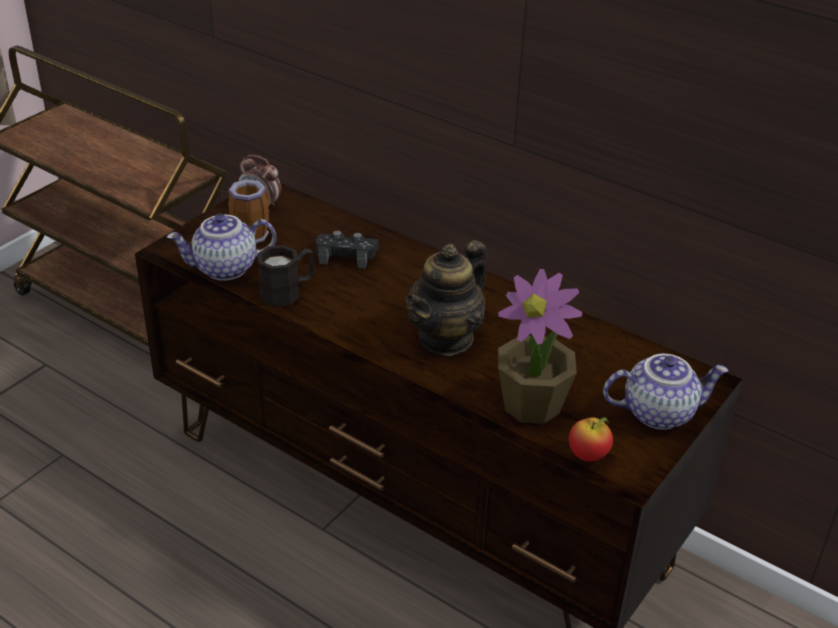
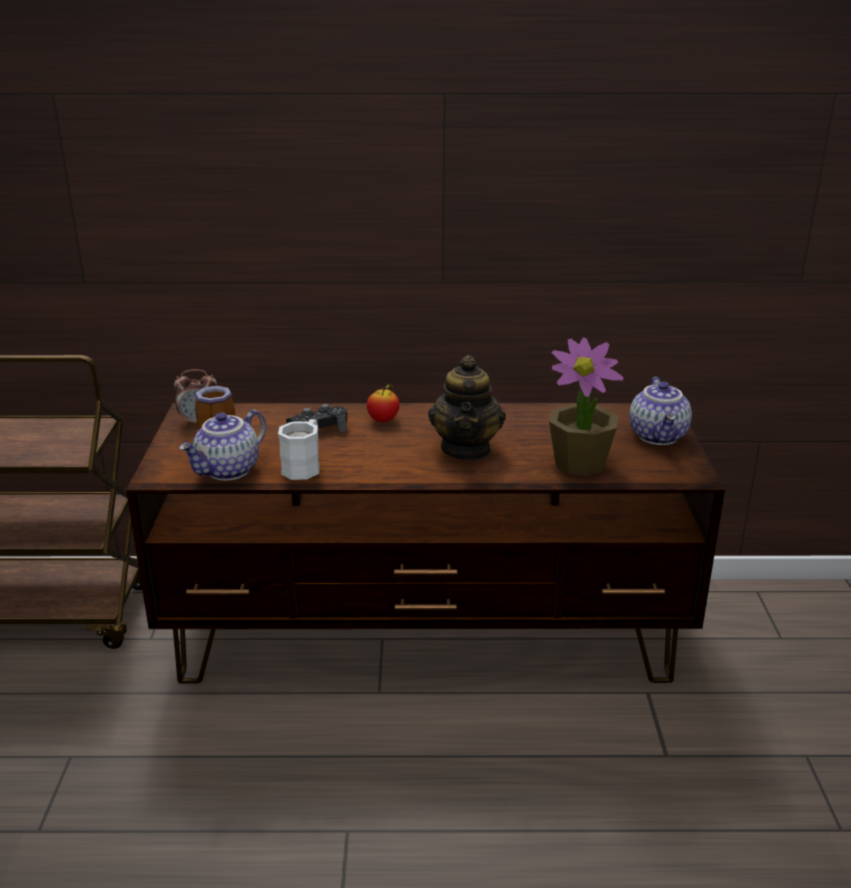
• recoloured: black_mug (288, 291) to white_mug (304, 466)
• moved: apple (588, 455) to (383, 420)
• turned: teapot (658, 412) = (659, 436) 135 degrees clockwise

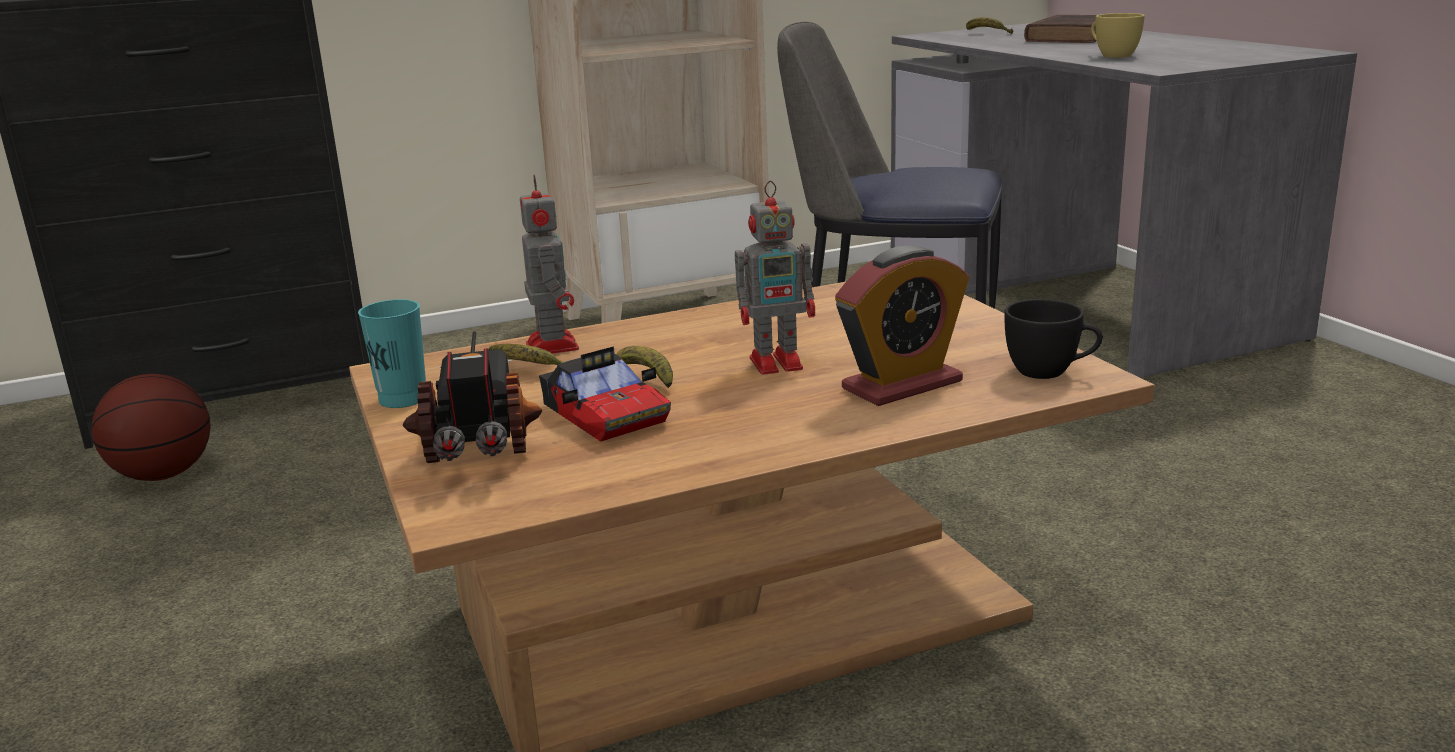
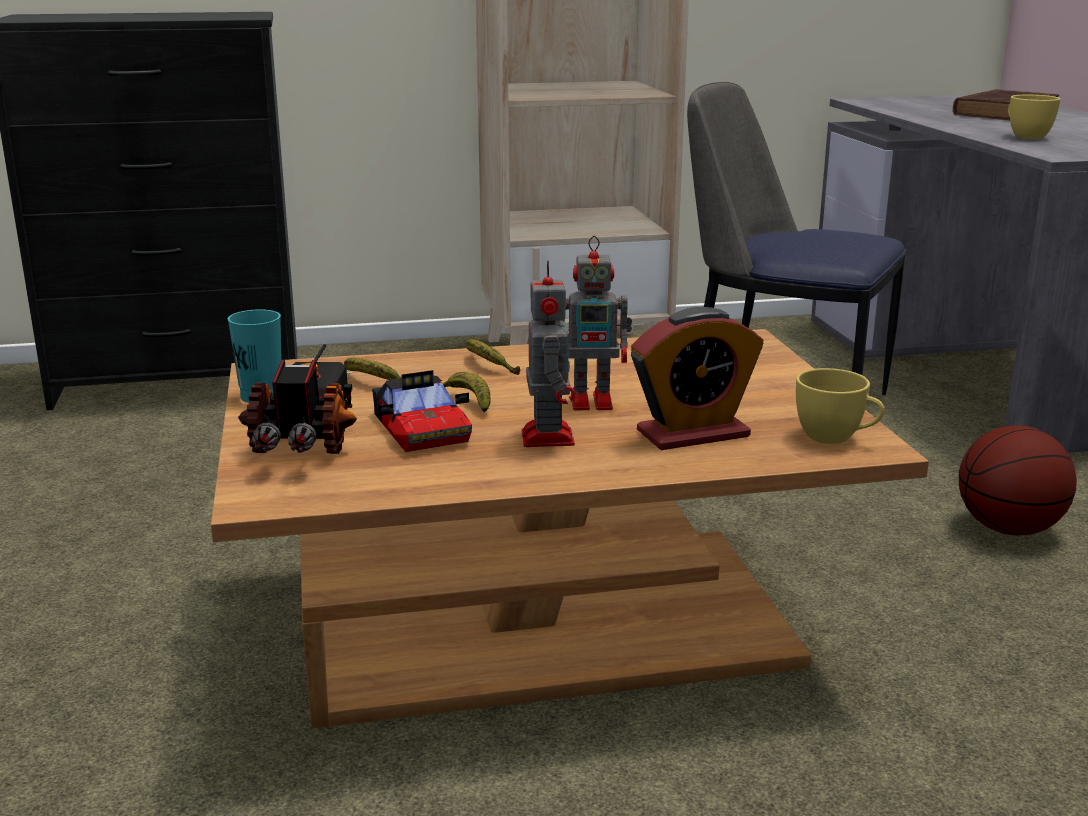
• moved: banana (986, 33) to (487, 366)
• moved: toy_robot (551, 345) to (547, 436)
• recoloured: black_cup (1050, 372) to yellow_cup (836, 438)
• moved: basketball (164, 475) to (1008, 529)

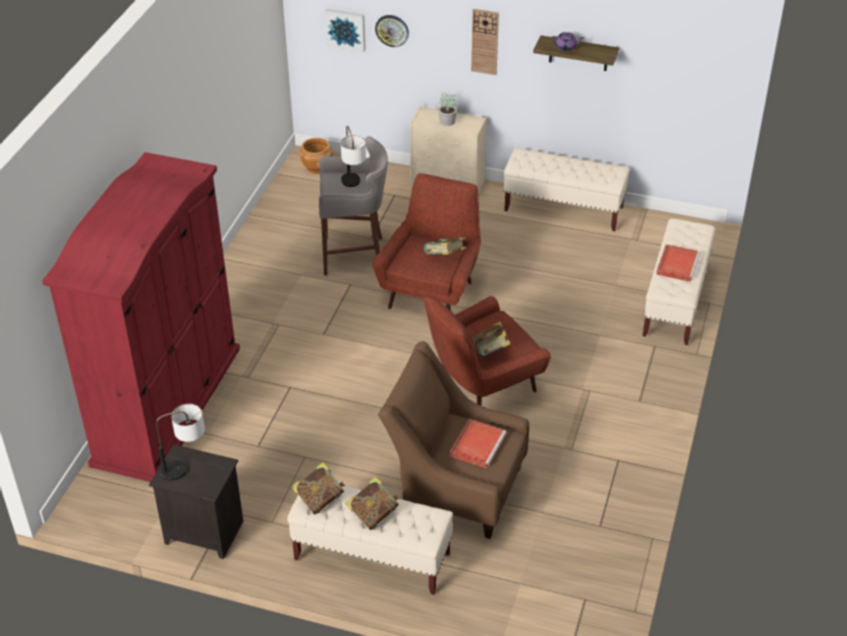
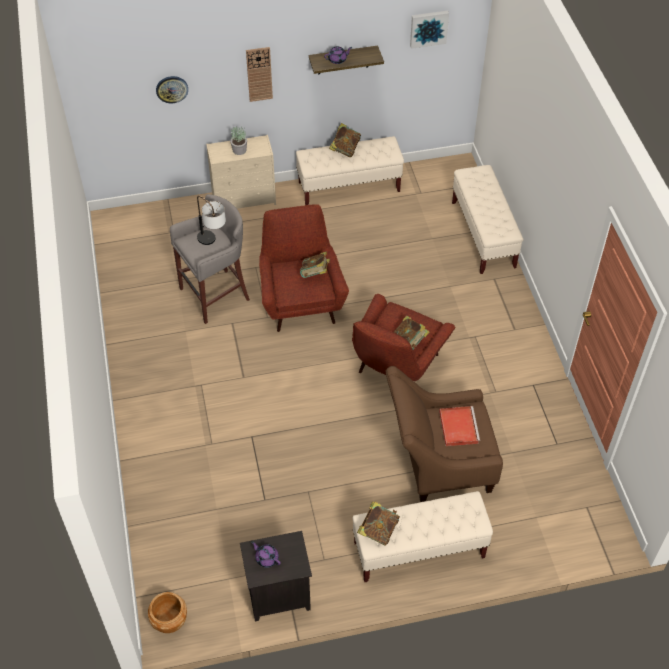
• moved: brown_planter (317, 167) to (170, 621)
• replaced: table_lamp (186, 467) to purple_teapot (266, 558)
• moved: book (373, 514) to (345, 149)
• moved: picture (346, 29) to (428, 28)
• removed: red_wardrobe (167, 405)
• removed: red_tray (677, 264)

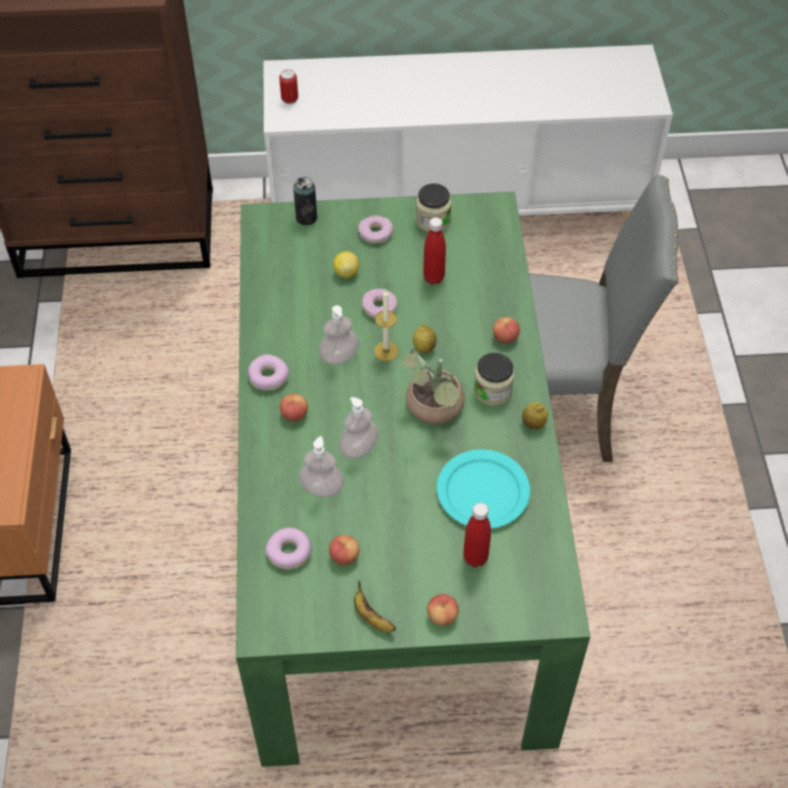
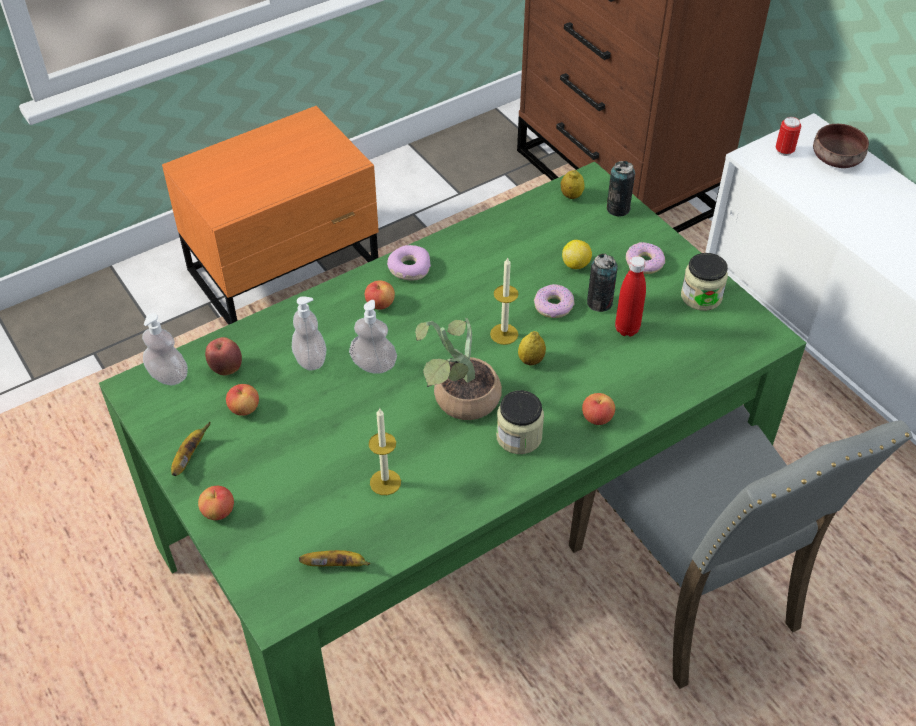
• moved: soap_dispenser (339, 356) to (168, 376)
• replaced: donut (289, 552) to apple (226, 368)
• added: banana (336, 565)
• replaced: turquoise_plate (483, 492) to candle (385, 482)
• moved: lemon (533, 424) to (571, 195)
• added: can (599, 303)
• added: brown_bowl (838, 159)
• removed: red_bottle (475, 558)

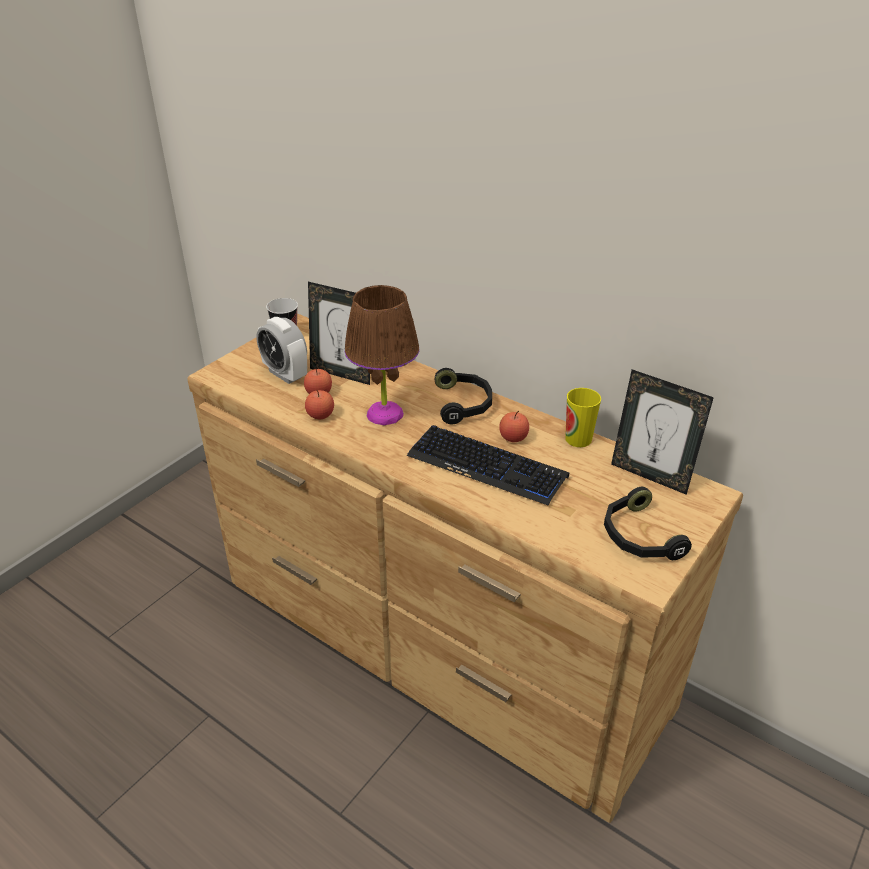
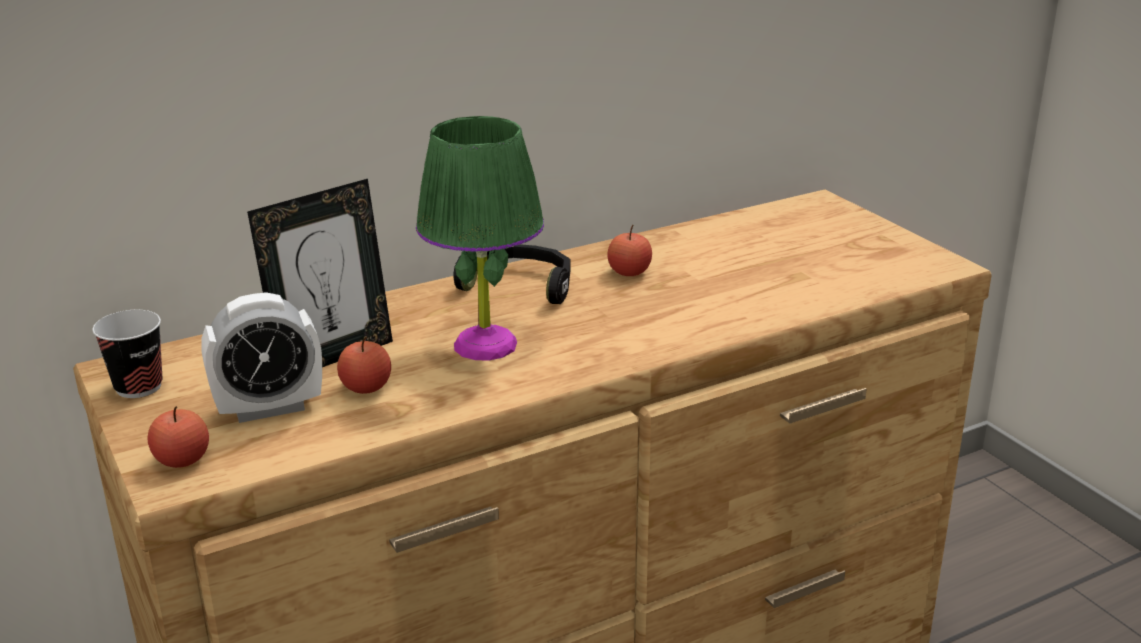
• moved: apple (320, 415) to (182, 460)
• recoloured: brown_table_lamp (384, 414) to green_table_lamp (485, 345)
• removed: keyboard (487, 466)
• removed: cup (578, 439)
• removed: black_headphones (638, 536)
• removed: picture_frame (650, 475)

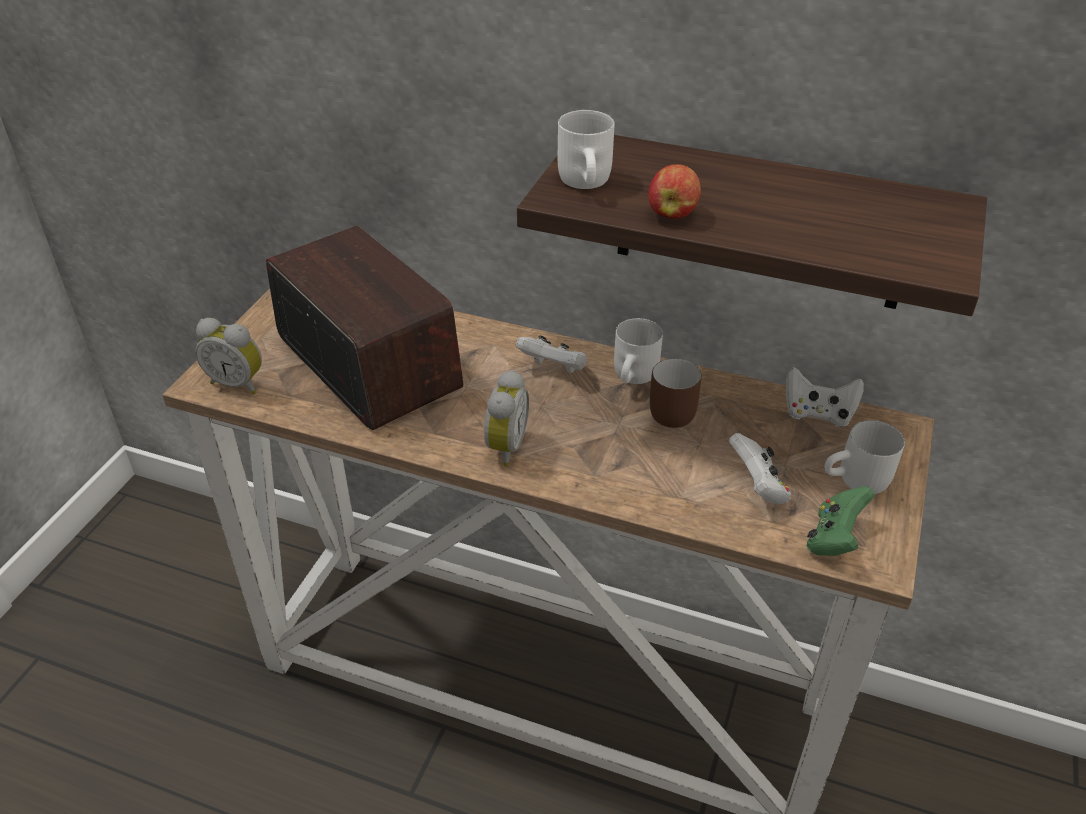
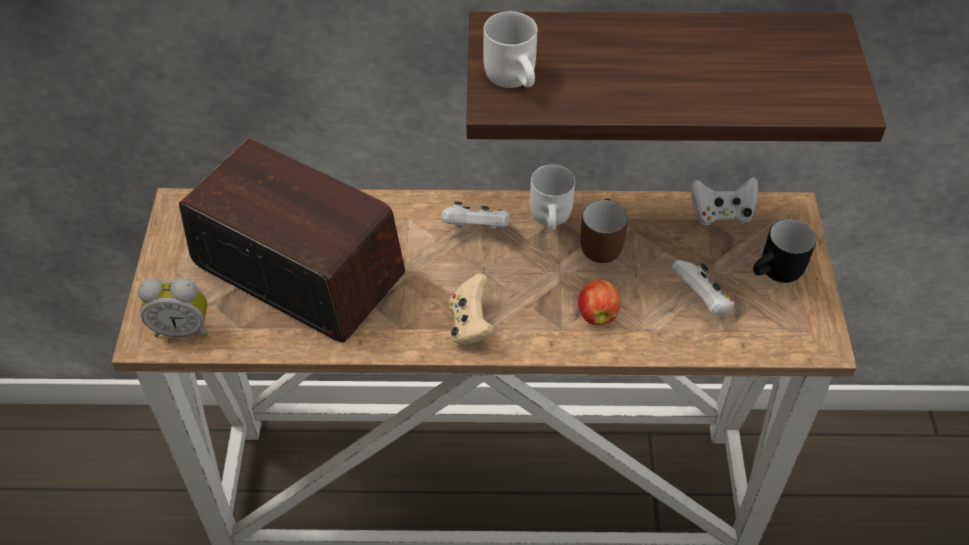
• replaced: alarm_clock (503, 447) to beige_game_controller (470, 324)
• moved: apple (672, 213) to (597, 314)
• recoloured: white_mug (858, 483) to black_mug (778, 273)
• removed: green_game_controller (834, 539)

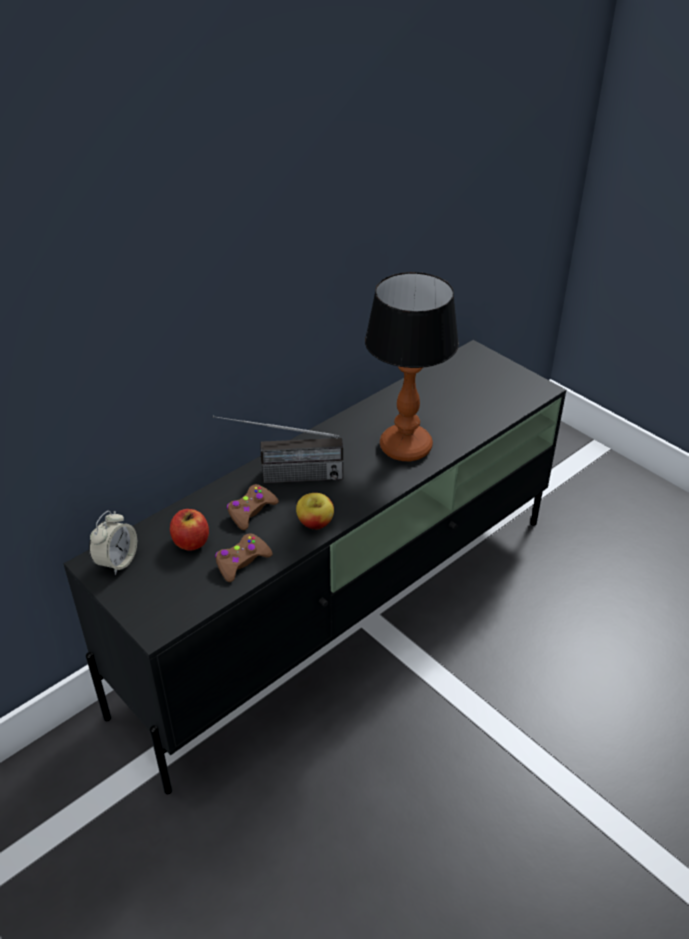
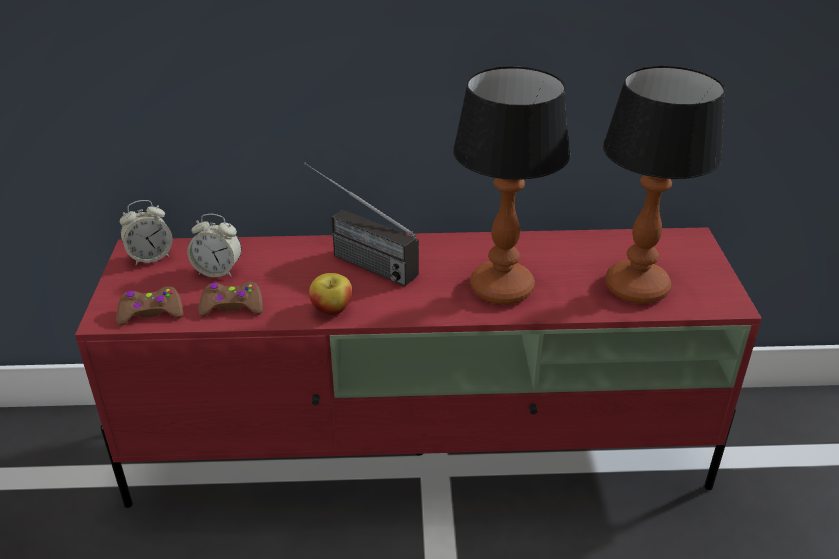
• recoloured: black_tv_stand (345, 610) to red_tv_stand (423, 453)
• moved: brown_game_controller (251, 511) to (151, 312)
• replaced: apple (191, 542) to alarm_clock (218, 271)
• added: table_lamp (635, 288)

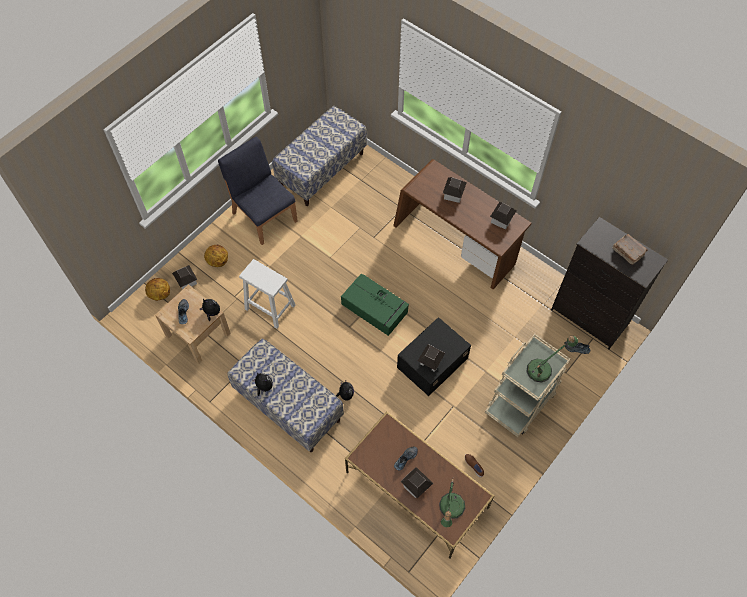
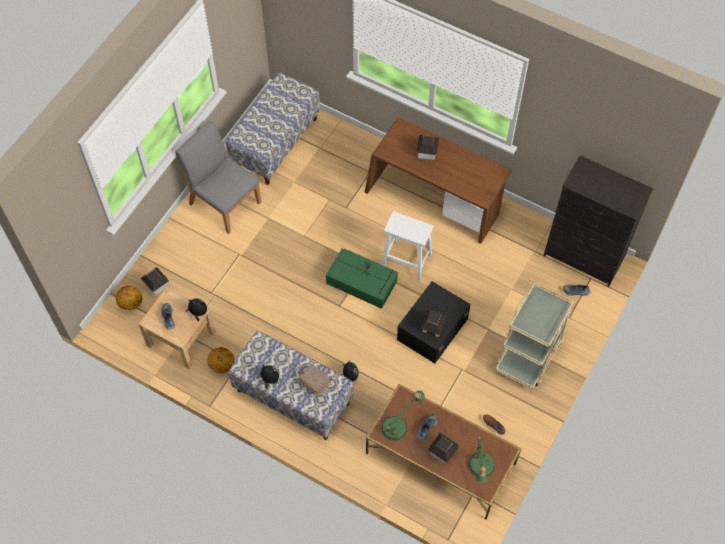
• recoloured: blue_chair (264, 216) to grey_chair (224, 202)
• moved: basketball (217, 261) to (222, 365)
• moved: brown_book (627, 252) to (314, 381)
• moved: white_stool (269, 307) to (405, 260)
• moved: table_lamp (543, 369) to (398, 425)
• removed: toy_house (501, 220)

